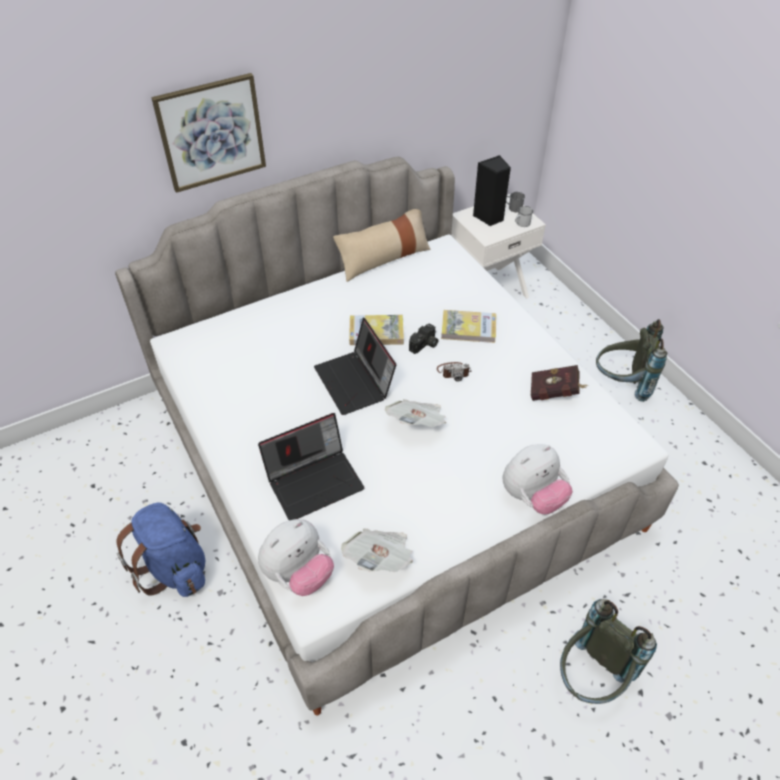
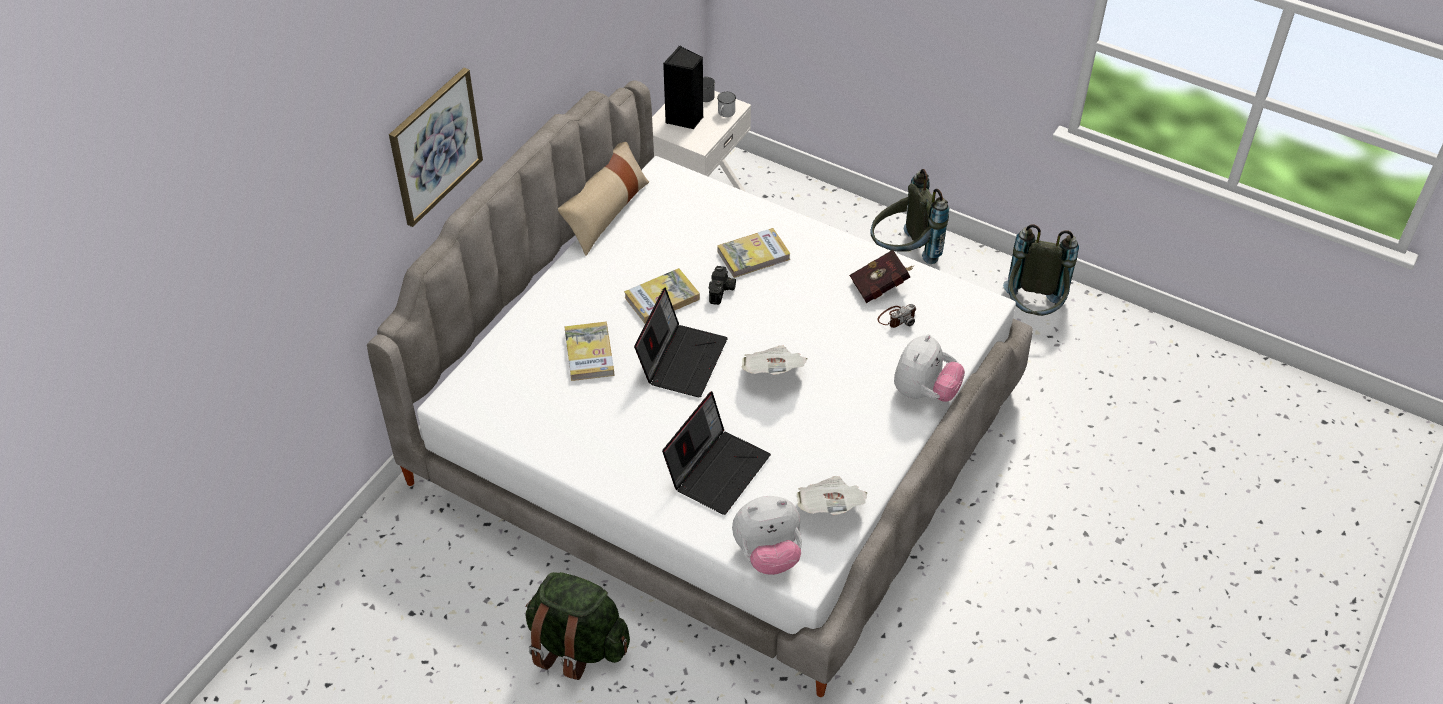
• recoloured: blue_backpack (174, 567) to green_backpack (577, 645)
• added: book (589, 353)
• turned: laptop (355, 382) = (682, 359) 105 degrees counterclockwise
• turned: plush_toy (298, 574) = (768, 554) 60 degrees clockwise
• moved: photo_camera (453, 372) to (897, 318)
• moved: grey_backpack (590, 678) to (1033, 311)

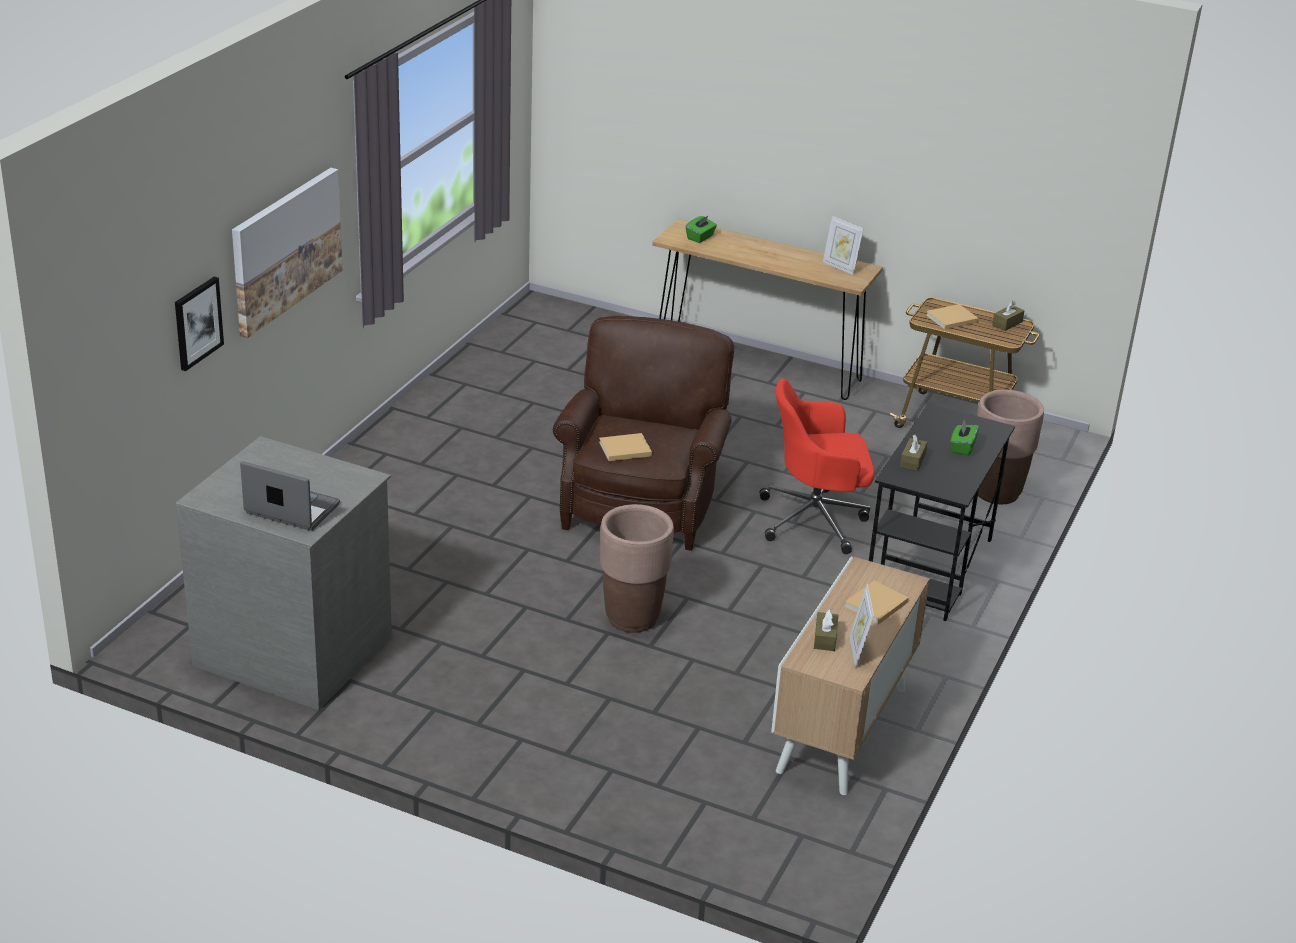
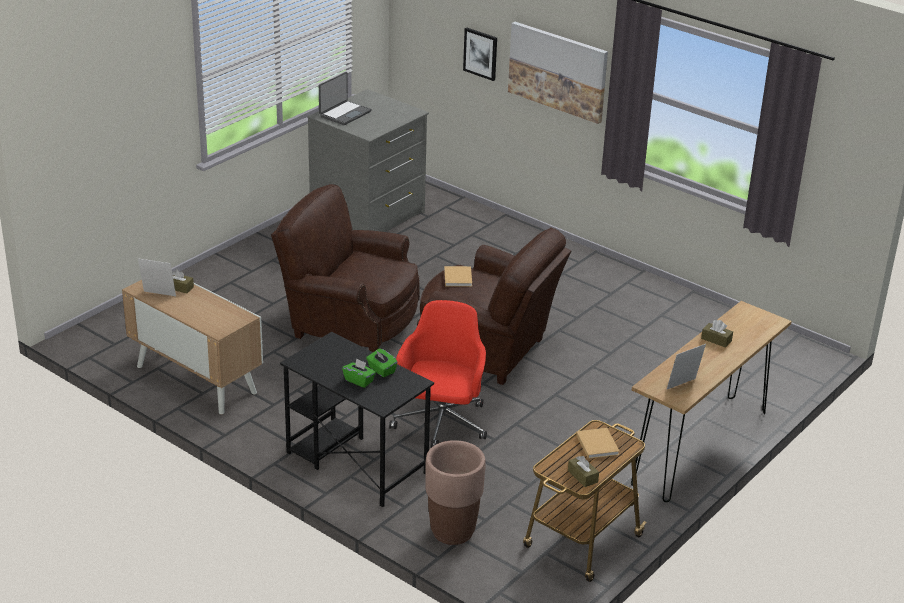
• replaced: brown_planter (632, 618) to brown_armchair (349, 324)
• moved: green_tissue_box (700, 237) to (381, 370)
• moved: brown_tissue_box (912, 460) to (716, 340)
• removed: beige_book (874, 605)

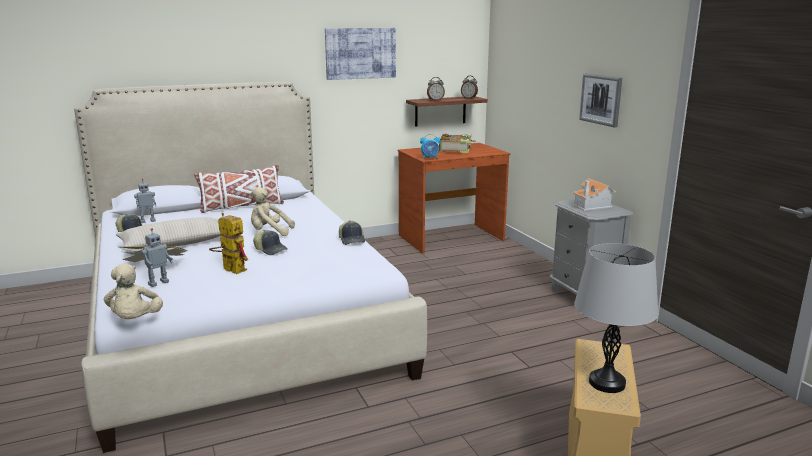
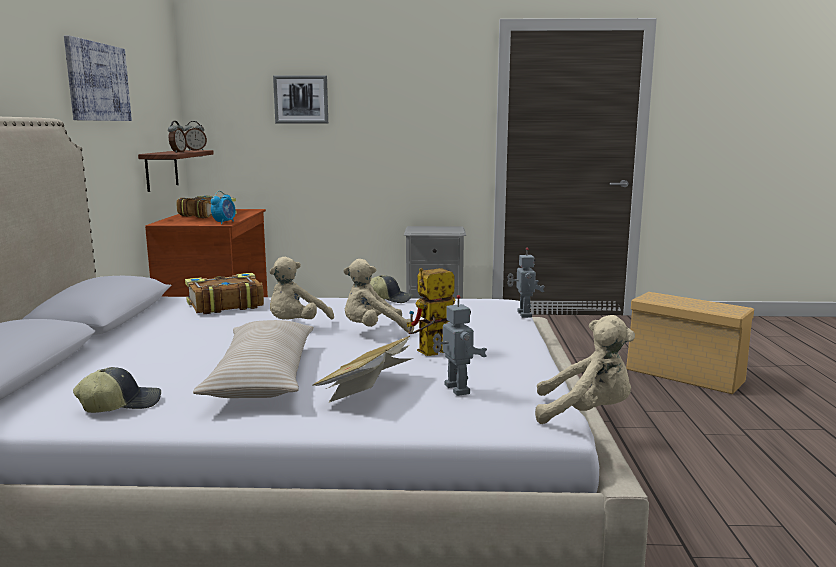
• added: book (224, 305)
• moved: picture (601, 99) to (301, 99)
• replaced: cap (271, 250) to beige_plush_toy (374, 331)
• moved: toy_robot (147, 221) to (523, 314)
• removed: white_pillow (241, 207)
• removed: toy_house (592, 205)
• removed: grey_table_lamp (607, 383)

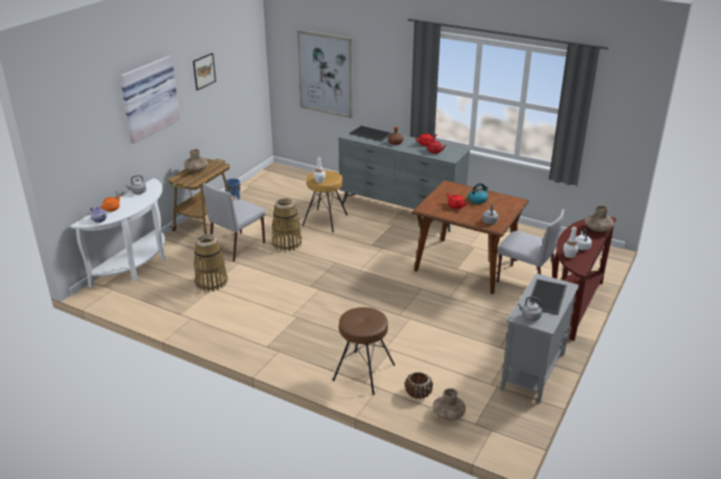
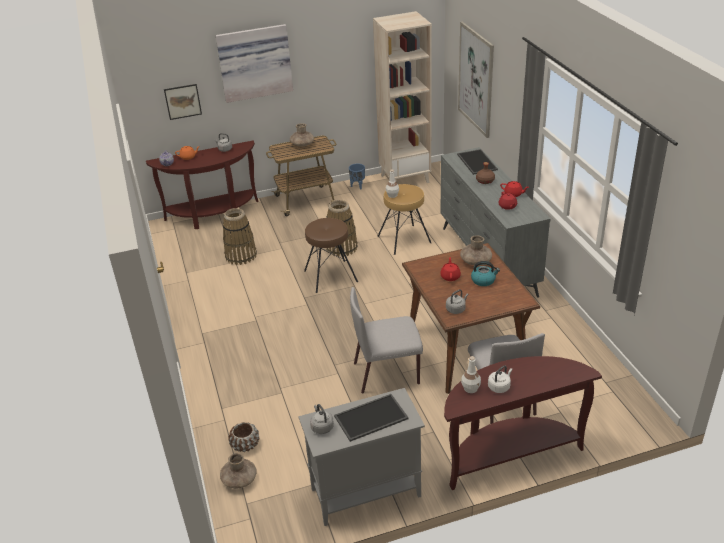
• recoloured: white_console_table (136, 266) to brown_console_table (213, 216)
• moved: picture (204, 71) to (183, 101)
• moved: brown_stool (363, 372) to (330, 276)
• moved: grey_chair (238, 246) to (387, 373)
• added: beige_bookcase (405, 178)
• moved: brown_vase (597, 229) to (475, 261)

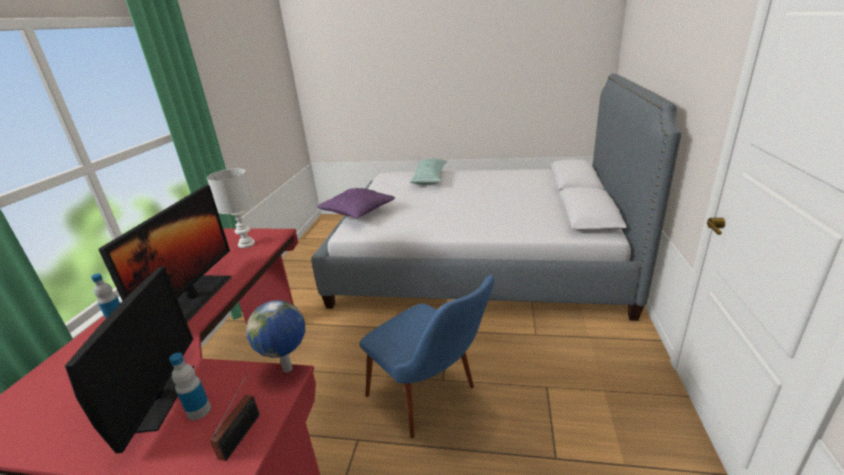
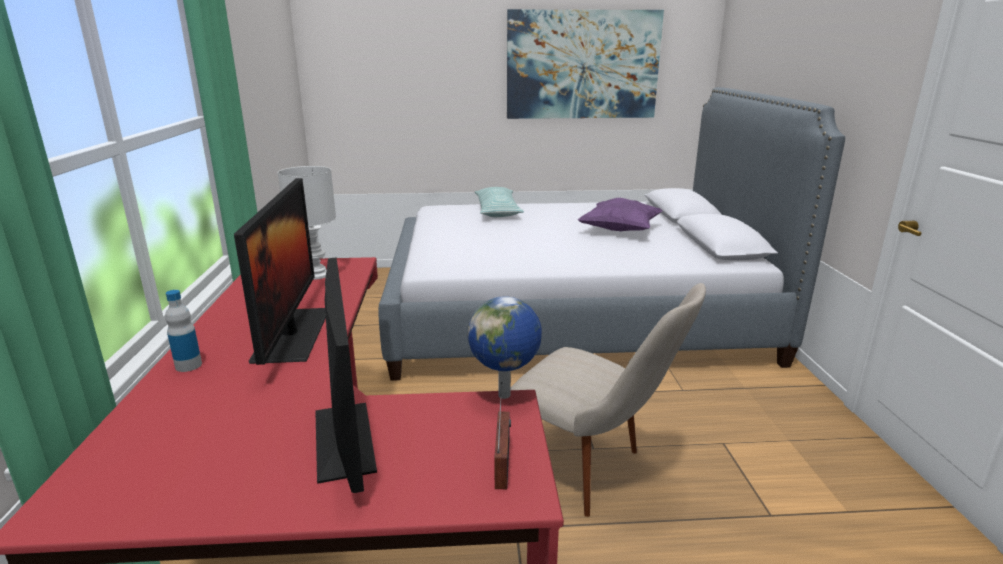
• added: picture (582, 65)
• recoloured: blue_chair (432, 401) to beige_chair (592, 473)
• moved: purple_pillow (358, 214) to (620, 231)
• removed: bottle (199, 411)

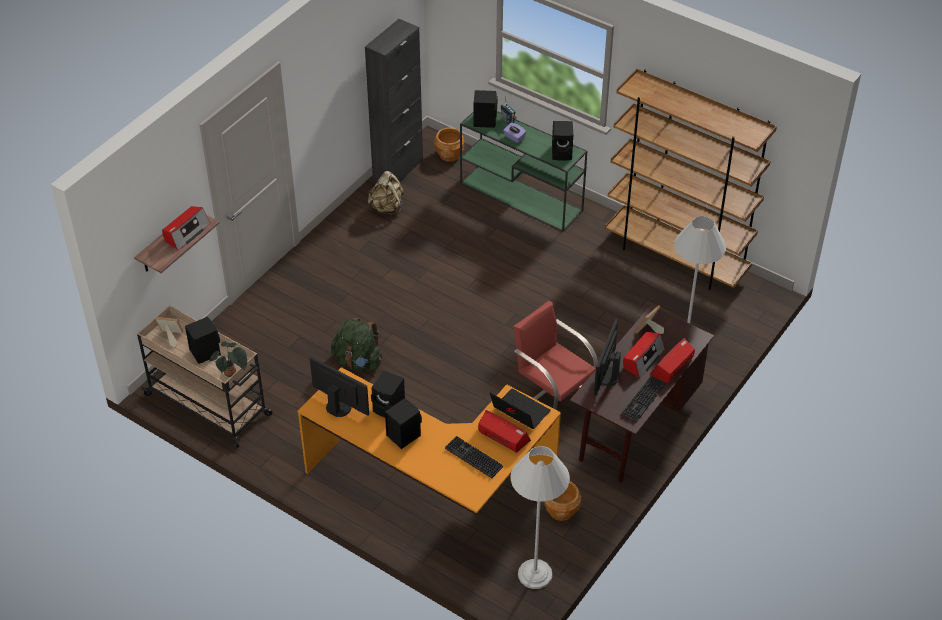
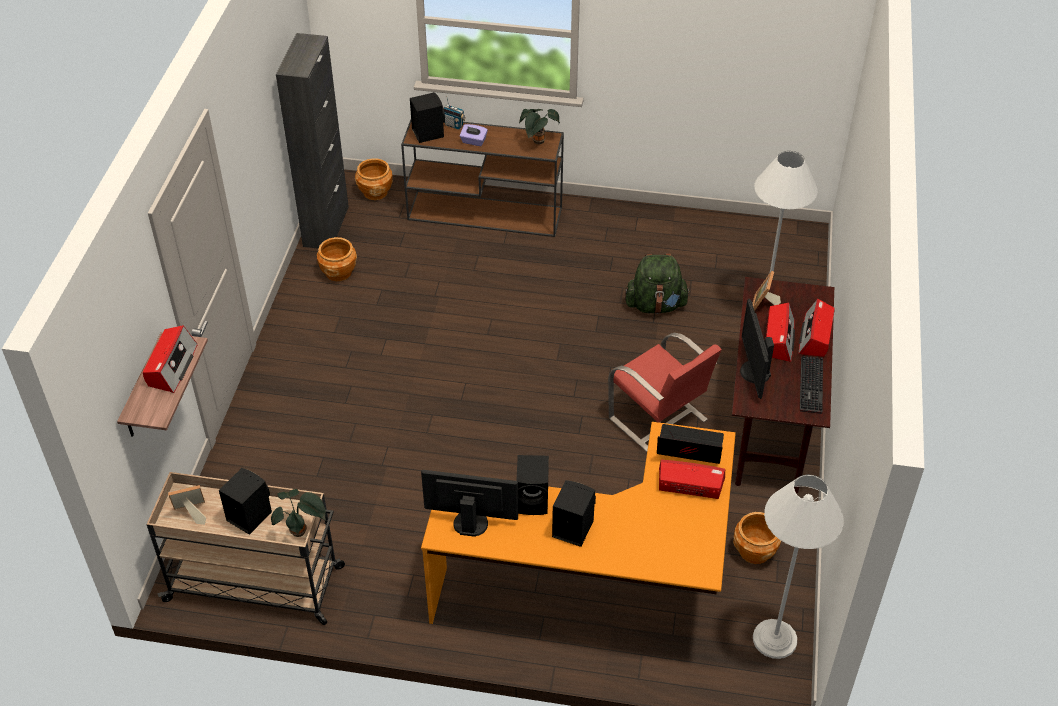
• replaced: beige_backpack (387, 208) to brown_planter (338, 272)
• recoloured: green_console_table (522, 197) to brown_console_table (486, 213)
• replaced: black_speaker (562, 153) to potted_plant (538, 142)
• turned: red_chair (552, 394) = (658, 420) 150 degrees counterclockwise
• moved: green_backpack (358, 361) to (655, 305)
• removed: keyboard (472, 458)
• removed: brown_bookcase (676, 258)

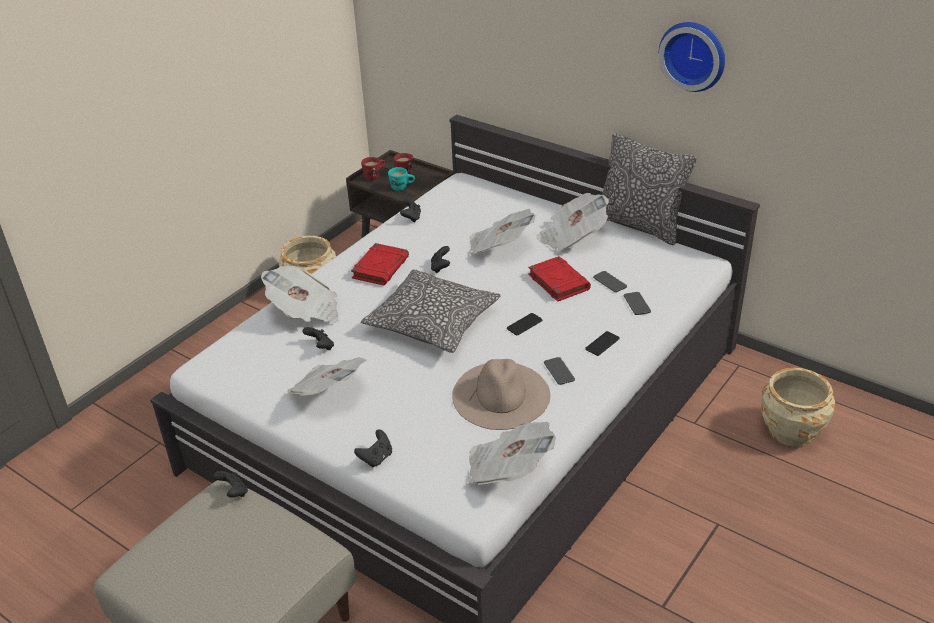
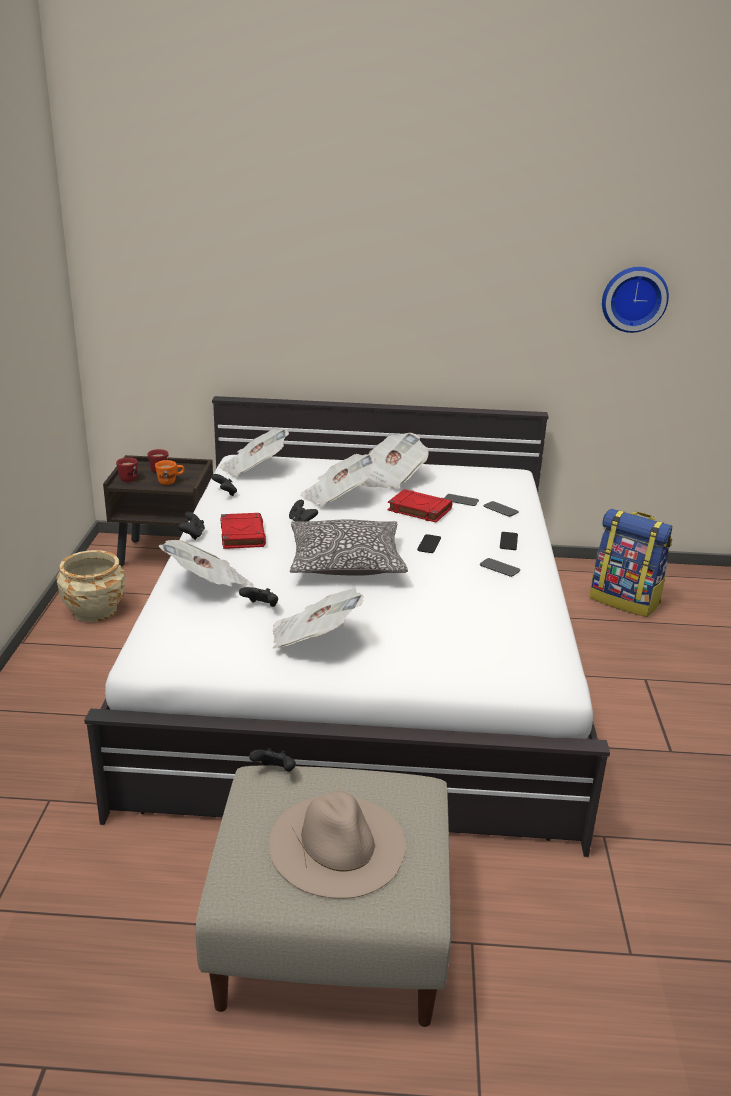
• recoloured: turquoise_mug (402, 188) to orange_mug (171, 482)
• moved: black_game_controller (376, 458) to (192, 535)
• moved: newspaper (508, 470) to (254, 469)
• moved: beige_hat (501, 395) to (337, 844)
• replaced: beige_planter (791, 430) to backpack (625, 600)
• moved: wall_clock (694, 55) to (633, 298)
• removed: pillow (640, 225)

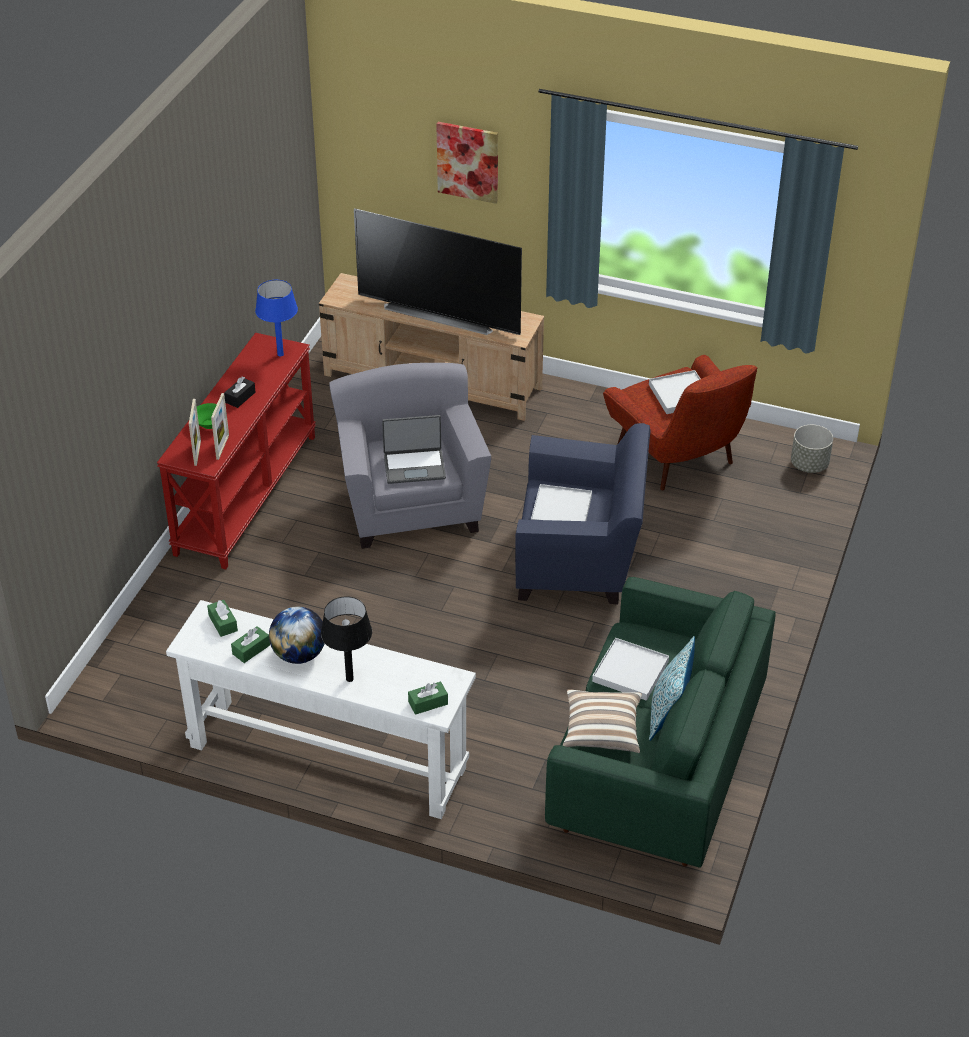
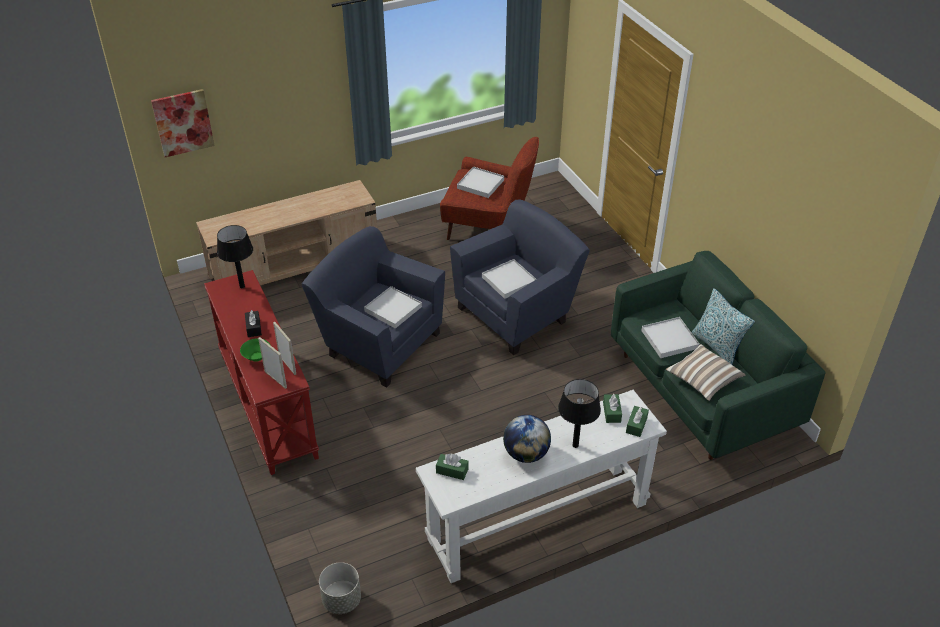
• moved: picture (468, 161) to (183, 122)
• recoloured: blue_table_lamp (280, 354) to black_table_lamp (242, 286)
• recoloured: grey_armchair (410, 503) to blue_armchair (378, 343)
• moved: grey_planter (809, 465) to (342, 600)
• replaced: laptop (414, 466) to white_tray (393, 309)
• moved: green_tissue_box (251, 649) to (611, 412)
• removed: television (441, 313)

